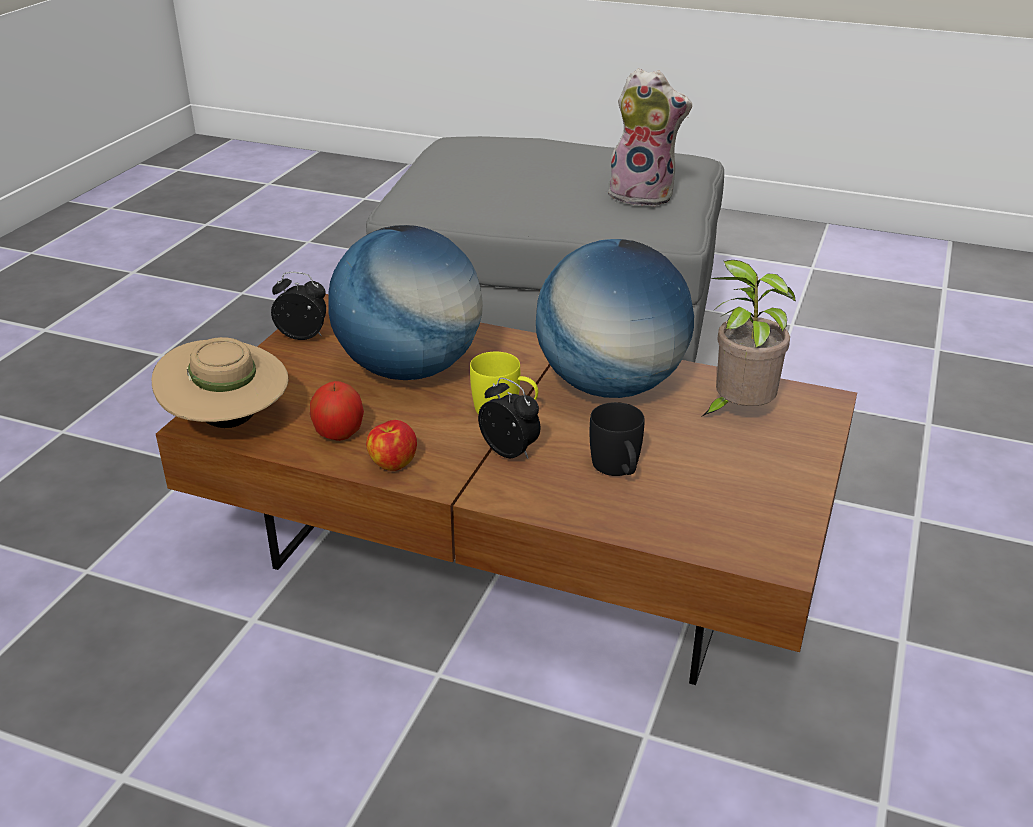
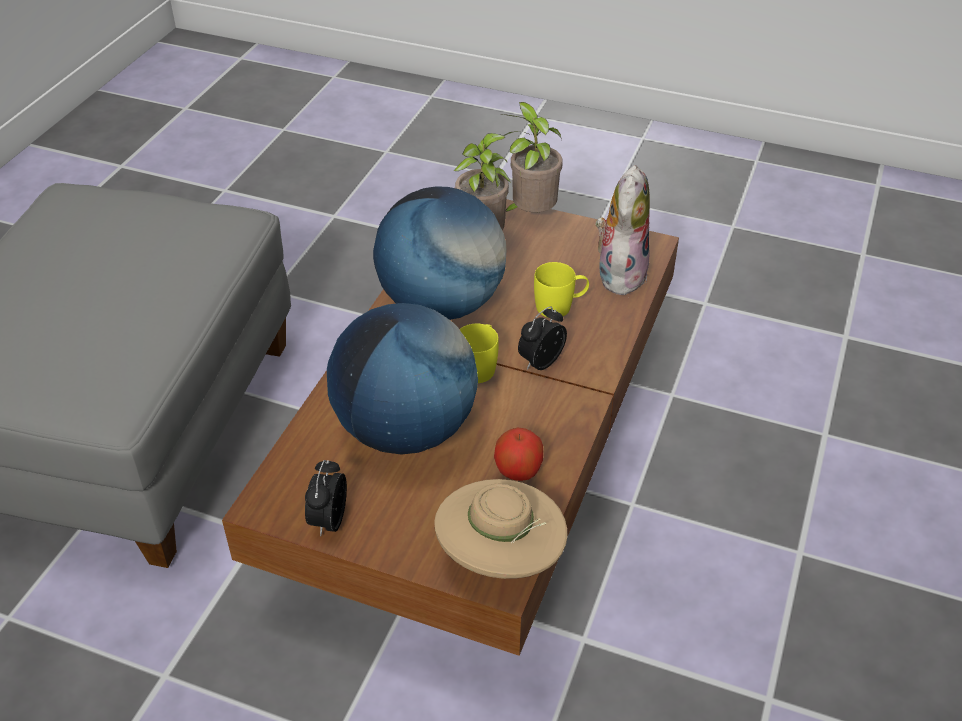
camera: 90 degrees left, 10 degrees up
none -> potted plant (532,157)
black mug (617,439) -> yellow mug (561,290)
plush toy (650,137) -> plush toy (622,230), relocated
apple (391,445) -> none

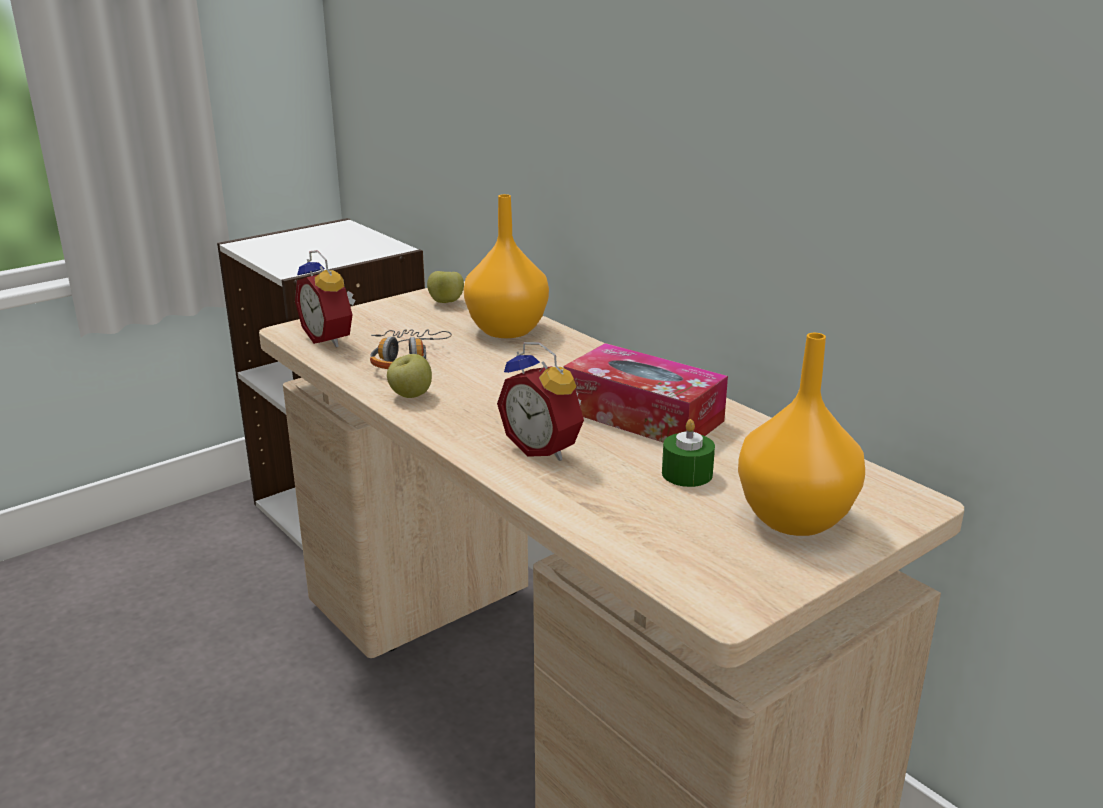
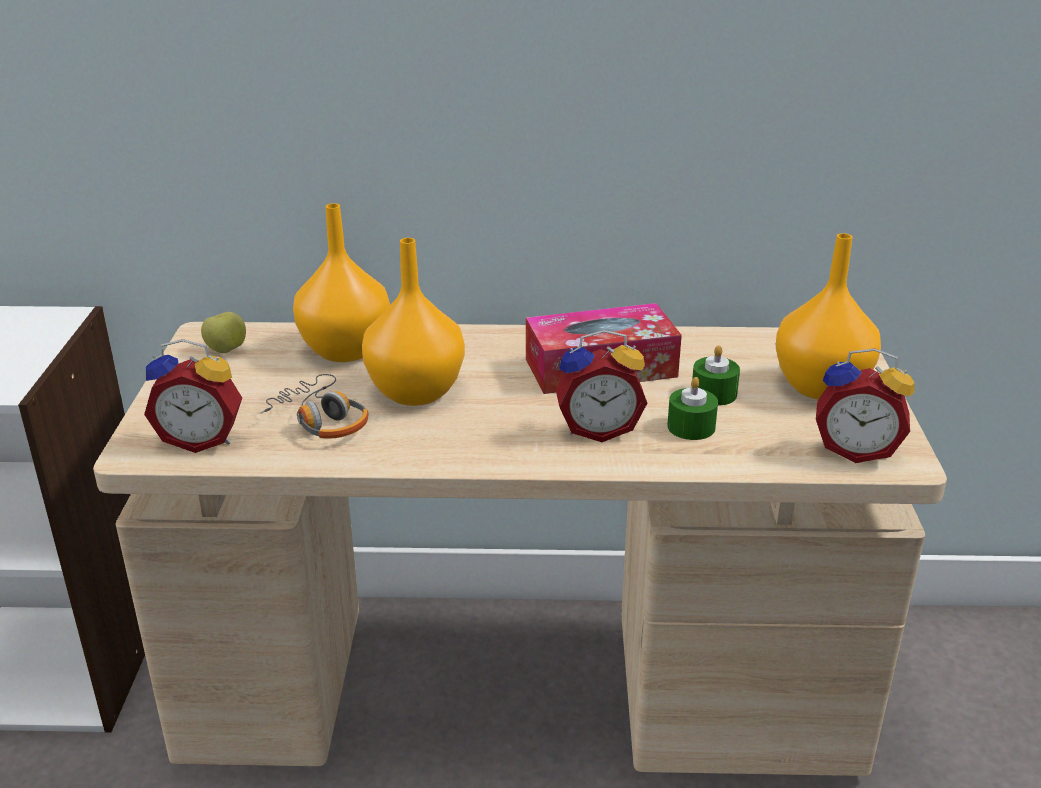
camera: 50 degrees left, 5 degrees up
none -> orange vase (413,322)
none -> green candle (692,408)
none -> alarm clock (865,405)
apple (409,376) -> none

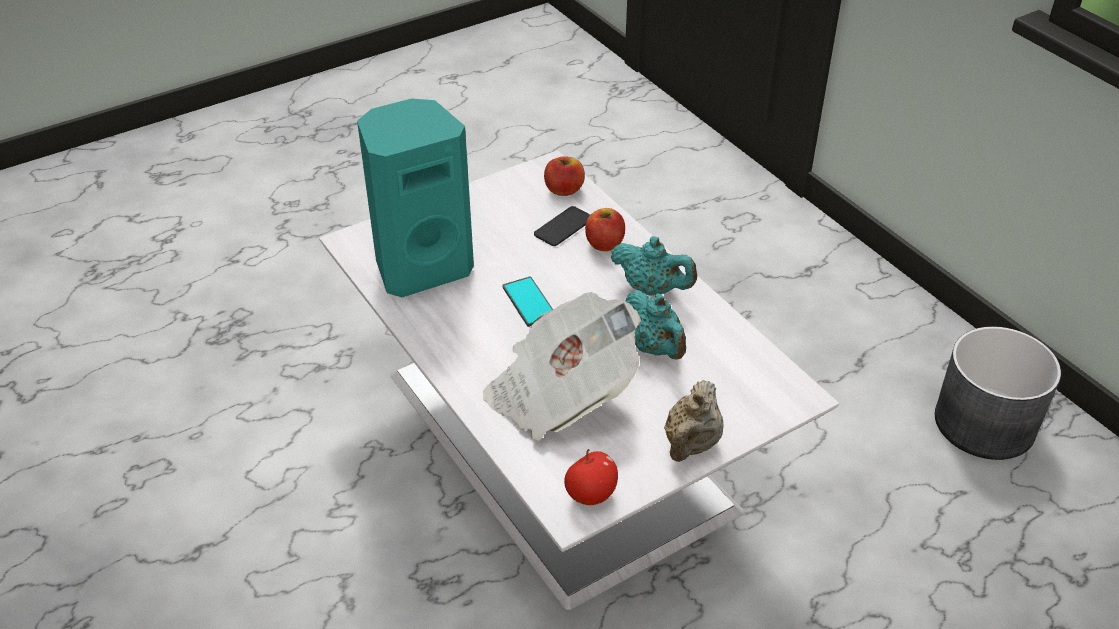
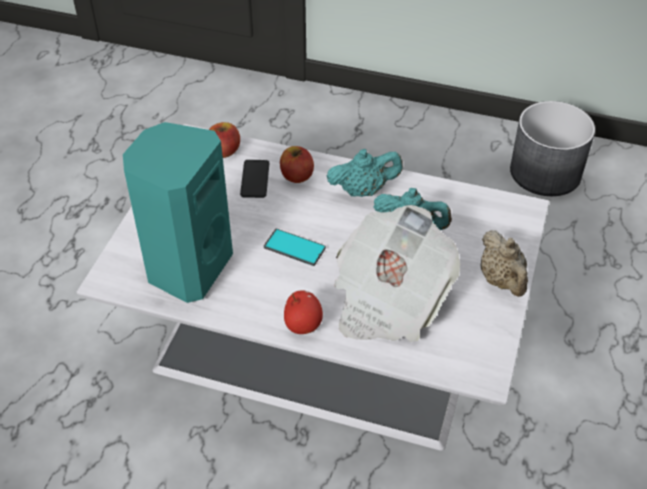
camera: 40 degrees left, 5 degrees up
apple (591,477) -> apple (303,312), relocated

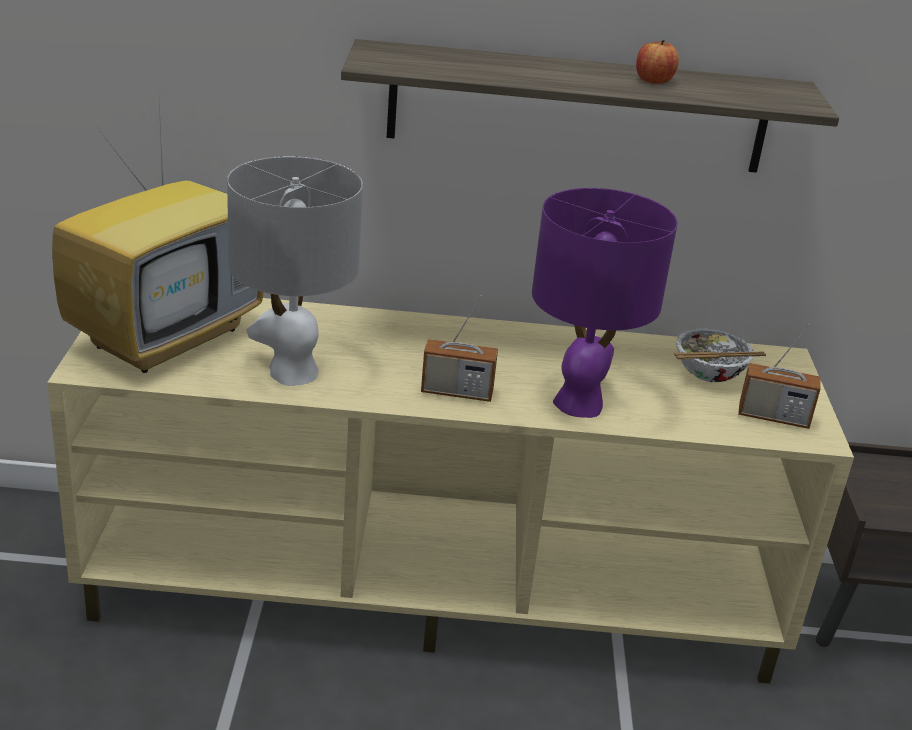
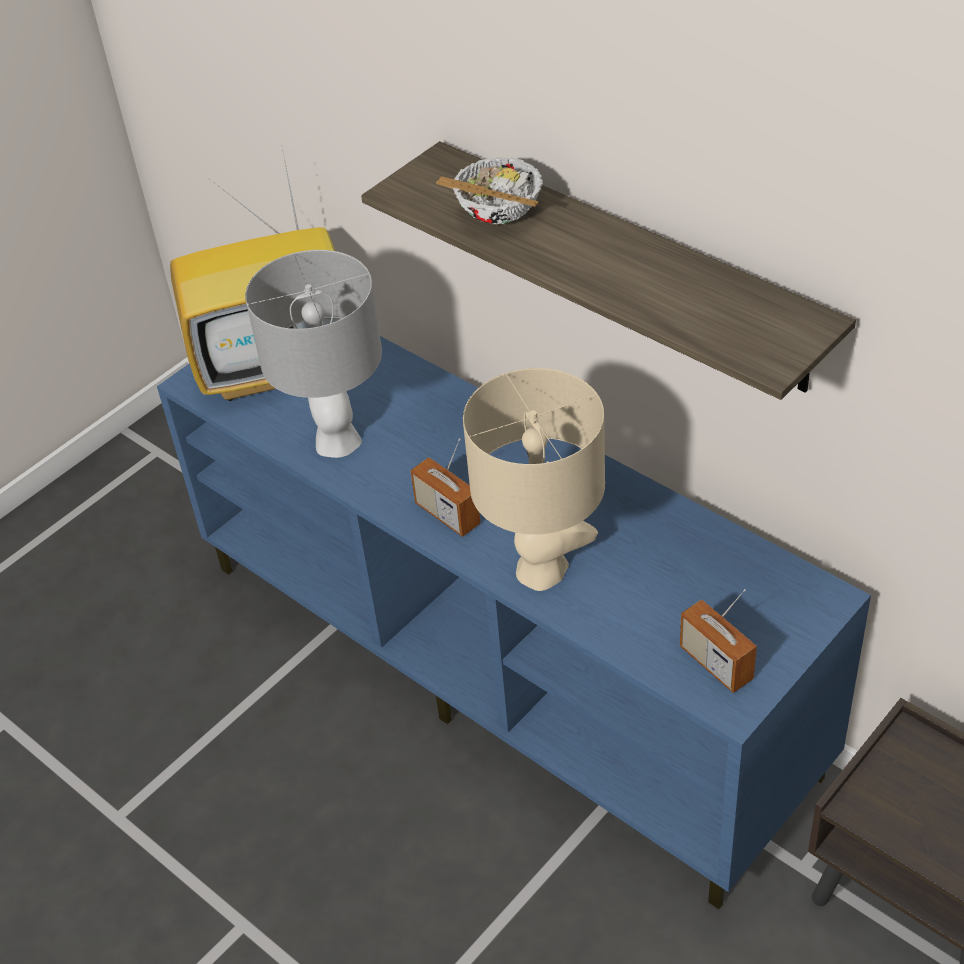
camera: 45 degrees right, 15 degrees up
beige tv stand (450,491) -> blue tv stand (514,622)
bowl (720,355) -> bowl (489,190), relocated
purple table lamp (605,303) -> beige table lamp (534,479)
apple (657,62) -> none

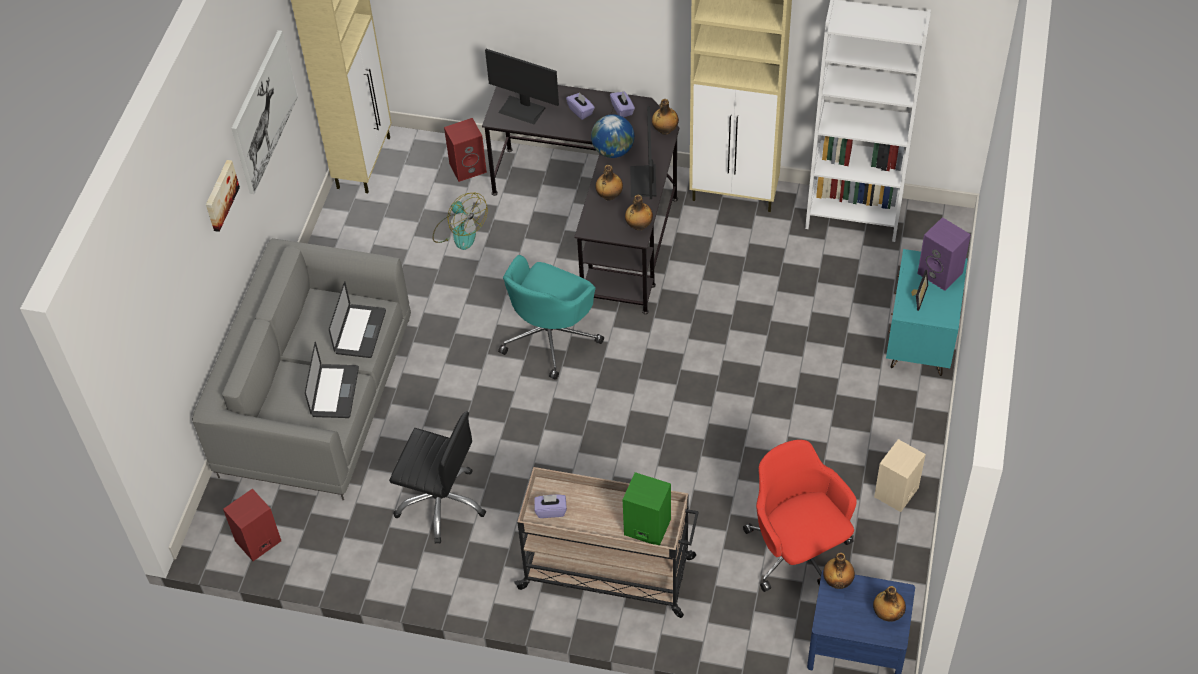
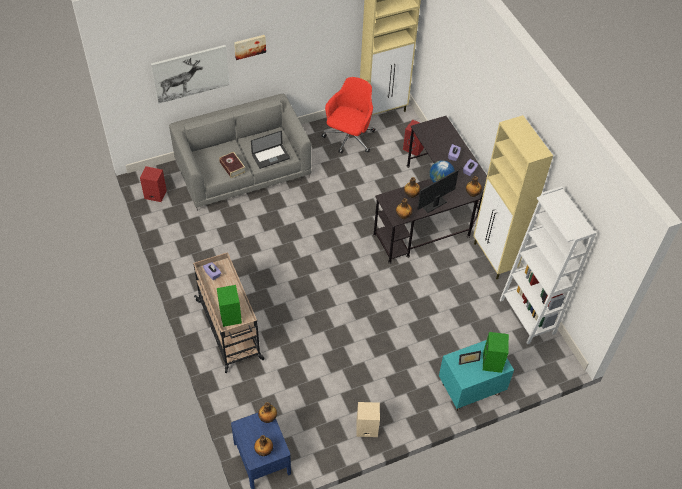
camera: 50 degrees right, 0 degrees up
picture (264,112) -> picture (190,74), relocated
laptop (332,380) -> book (232,165)
red office chair (800,516) -> red office chair (348,115), relocated
purple speaker (944,254) -> green speaker (496,352)
black office chair (437,478) -> none
fan (460,221) -> none
monitor (522,86) -> none
turquoise office chair (551,317) -> none

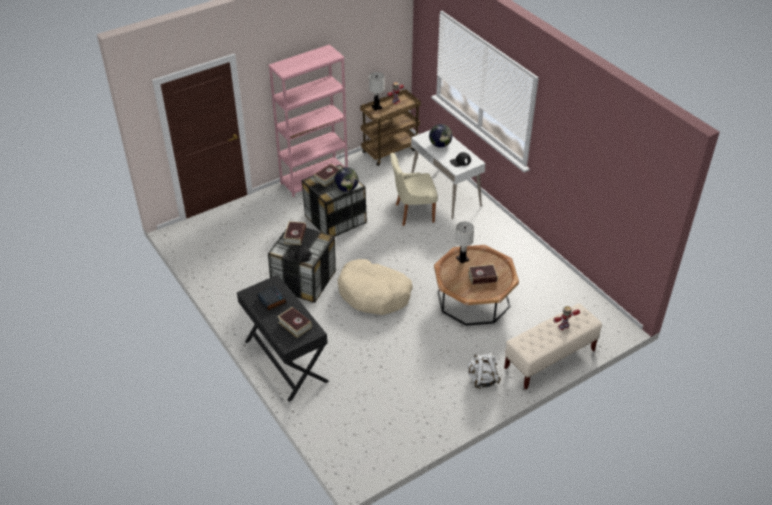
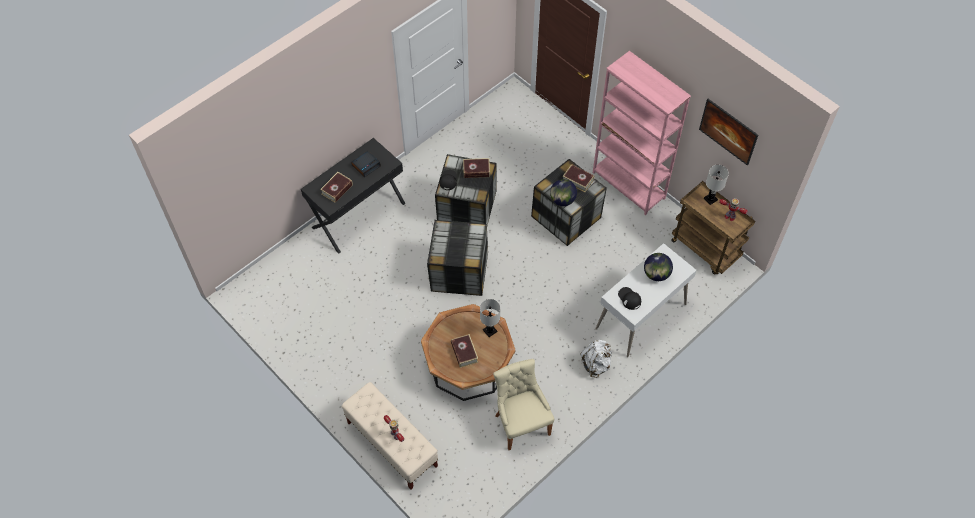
camera: 80 degrees right, 15 degrees up
beige dog bed (375,287) -> storage box (457,258)
beige chair (414,189) -> beige chair (523,404), relocated
white backpack (484,371) -> white backpack (596,359), relocated
none -> picture (728,132)

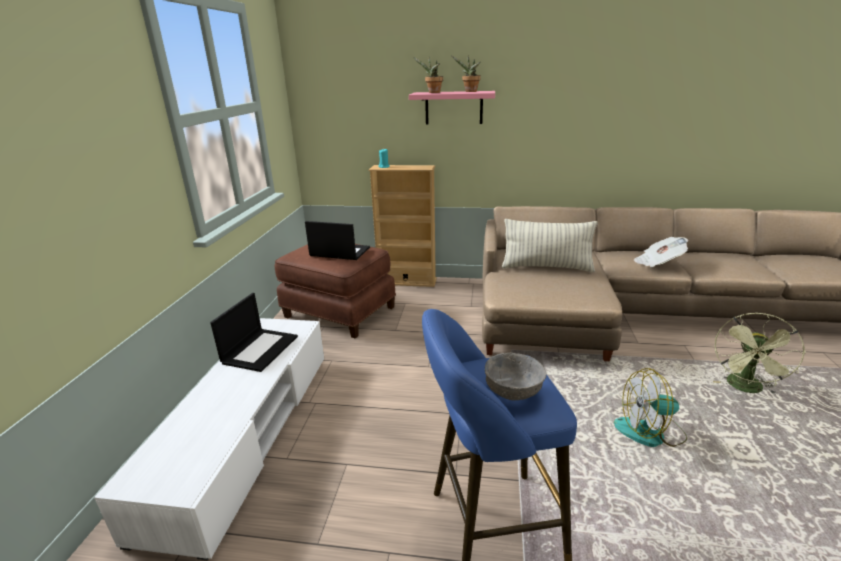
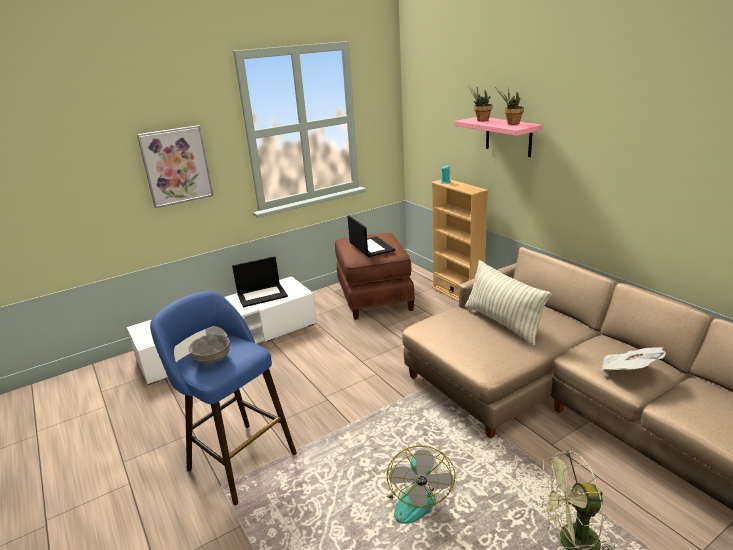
camera: 50 degrees right, 0 degrees up
none -> picture (175,166)
fan (650,407) -> fan (419,484), 135 degrees counterclockwise

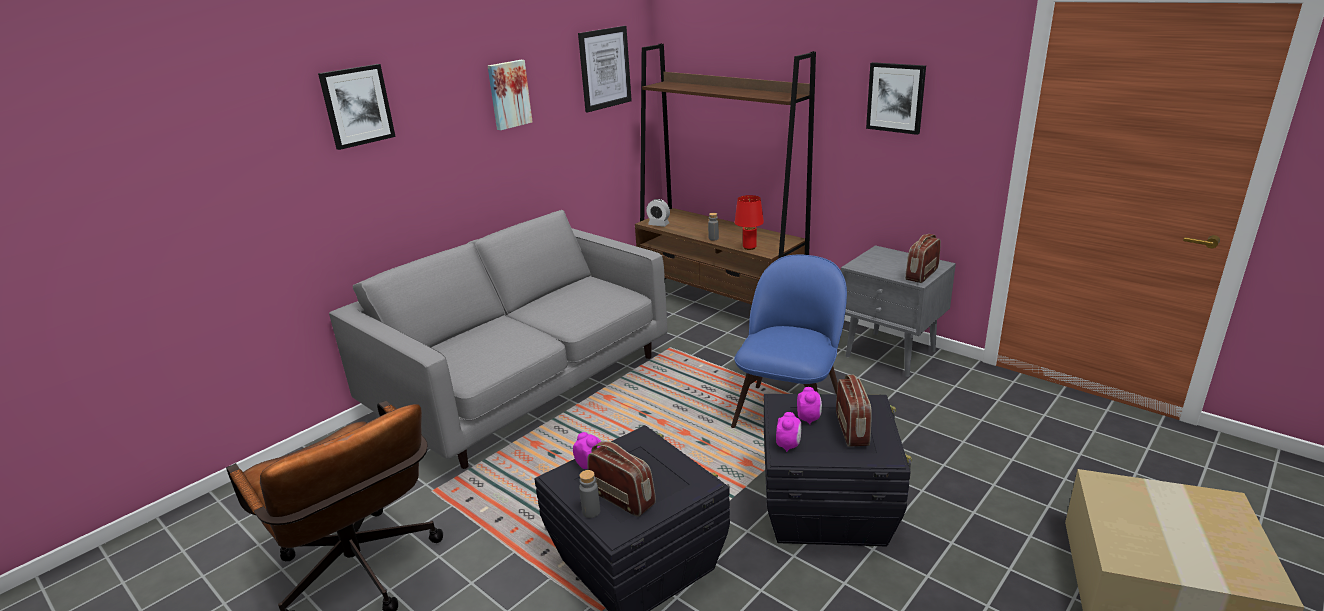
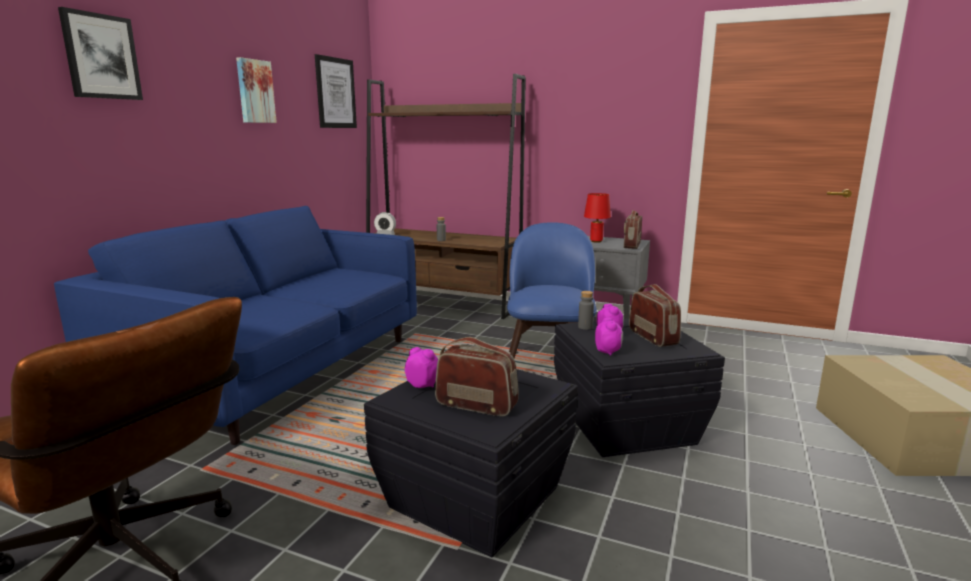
camera: 20 degrees left, 10 degrees down
grey sofa (498,339) -> blue sofa (235,325)
grey bottle (589,494) -> grey bottle (586,310), relocated
red table lamp (749,222) -> red table lamp (597,218), relocated
picture (896,98) -> none

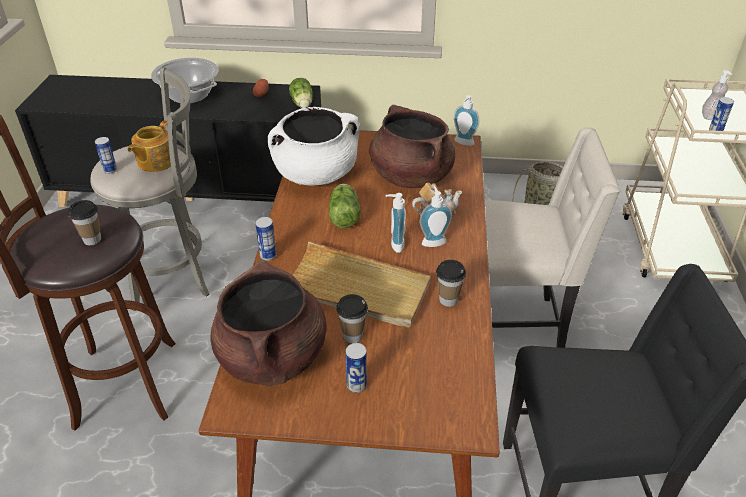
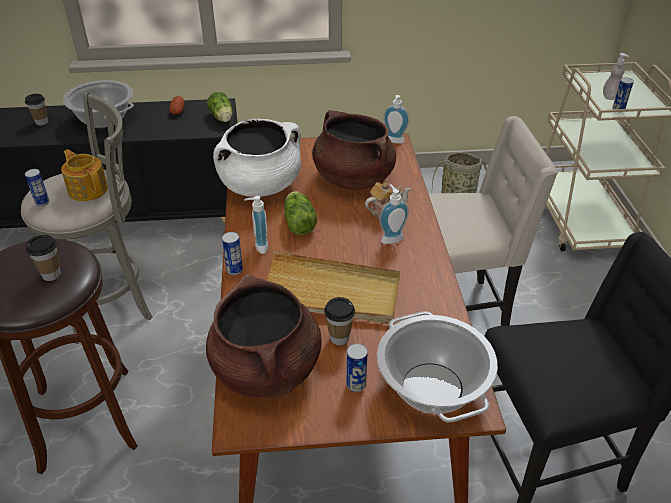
camera: 10 degrees left, 0 degrees up
cup (451,283) -> cup (36,110), relocated
teapot (149,146) -> teapot (84,175), 120 degrees clockwise
soap dispenser (396,223) -> soap dispenser (256,225), relocated
none -> cooking pot (437,367)

